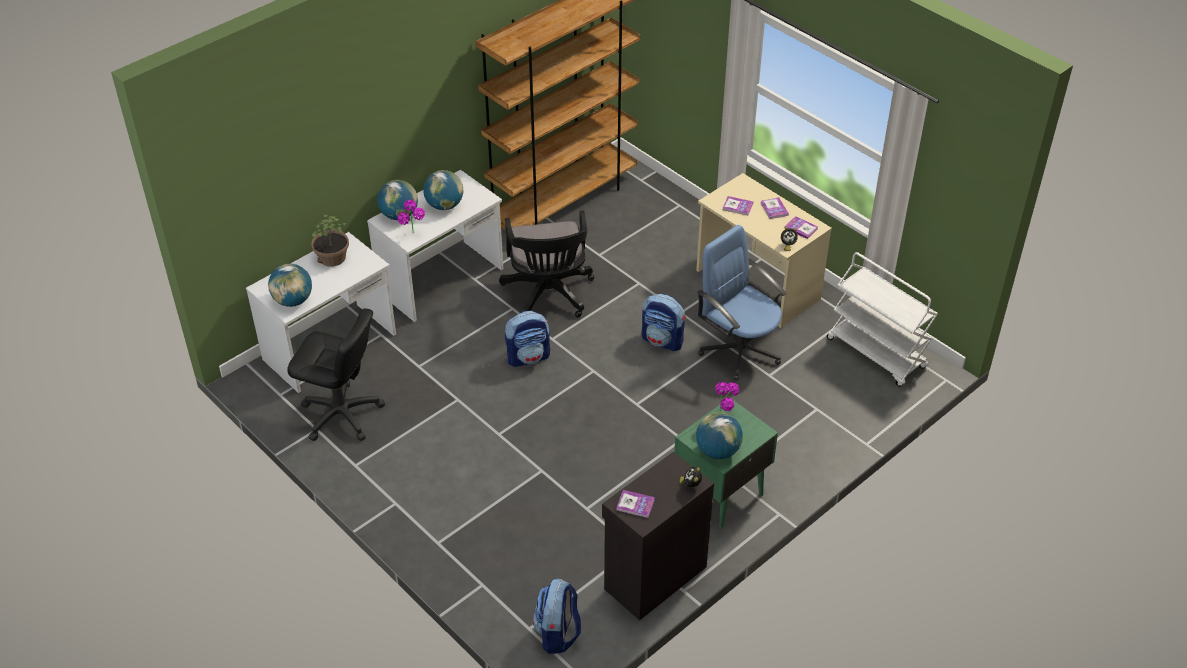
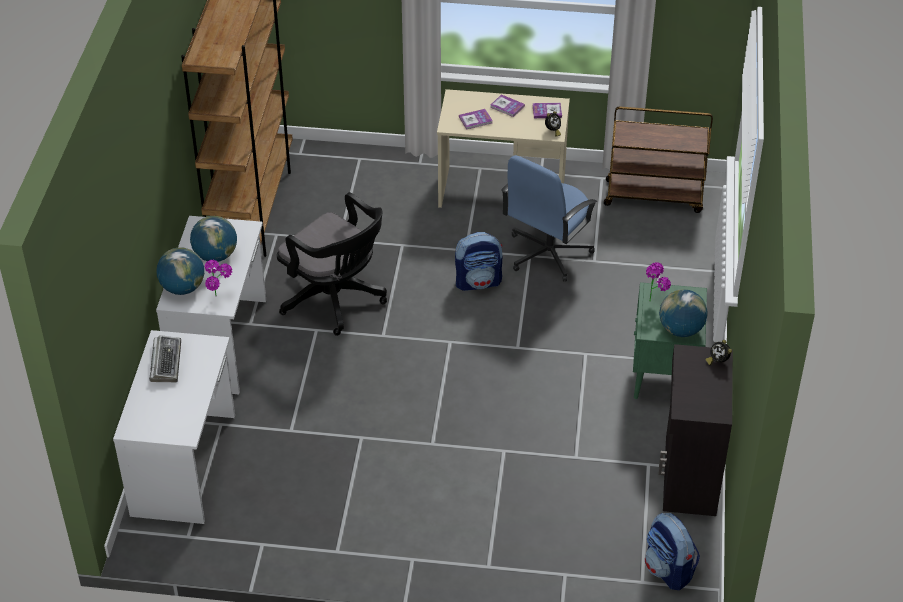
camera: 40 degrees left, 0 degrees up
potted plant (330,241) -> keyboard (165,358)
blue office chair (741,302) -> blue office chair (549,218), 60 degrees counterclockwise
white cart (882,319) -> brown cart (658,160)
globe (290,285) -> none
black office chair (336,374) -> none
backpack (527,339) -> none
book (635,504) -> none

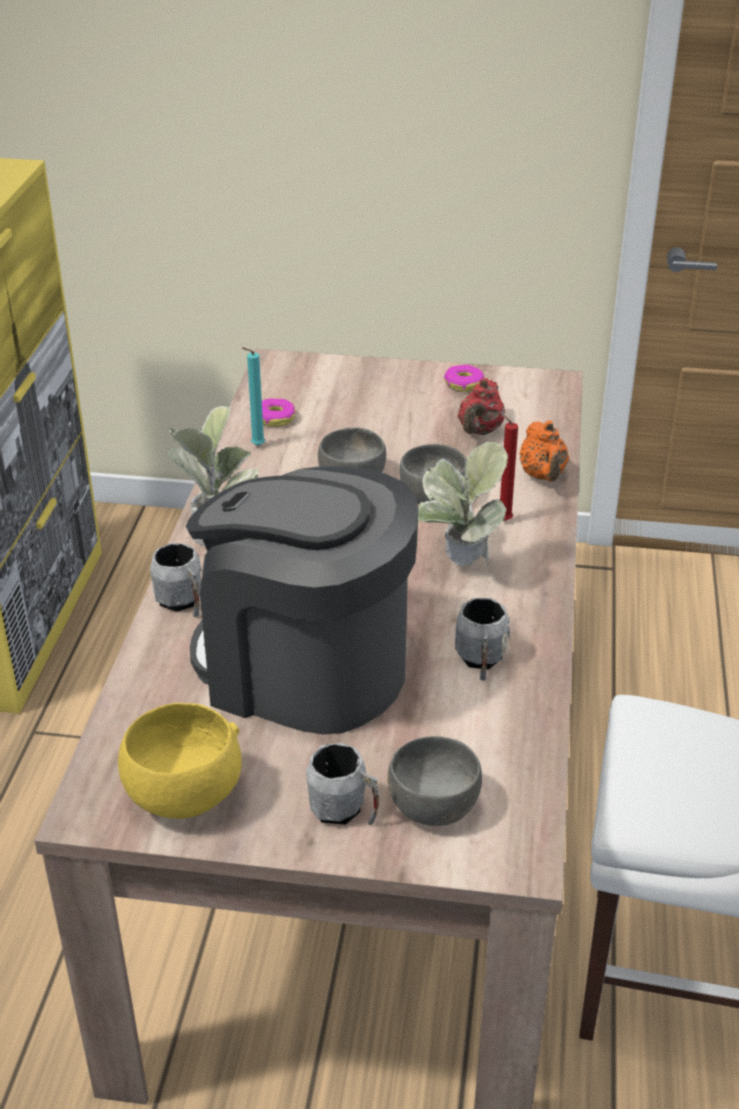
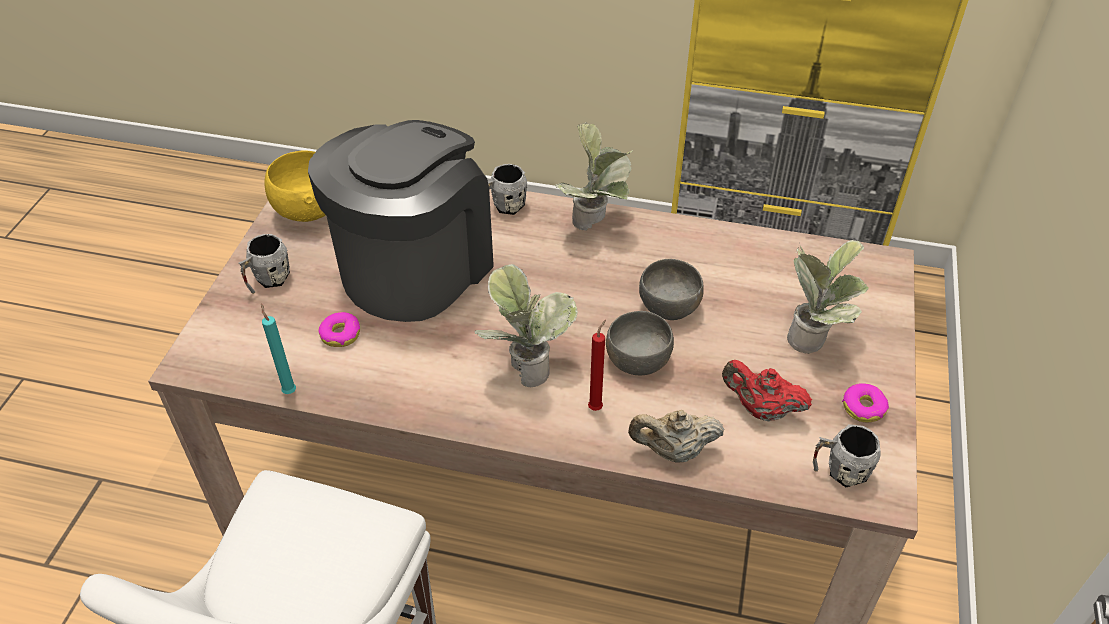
camera: 95 degrees right, 10 degrees up
turquoise candle (253,396) -> turquoise candle (278,348), relocated
donut (278,412) -> donut (339,329), relocated
orange teapot (544,451) -> beige teapot (676,436)
none -> potted plant (828,297)
grey mug (482,639) -> grey mug (847,456), relocated
grey bowl (435,781) -> none

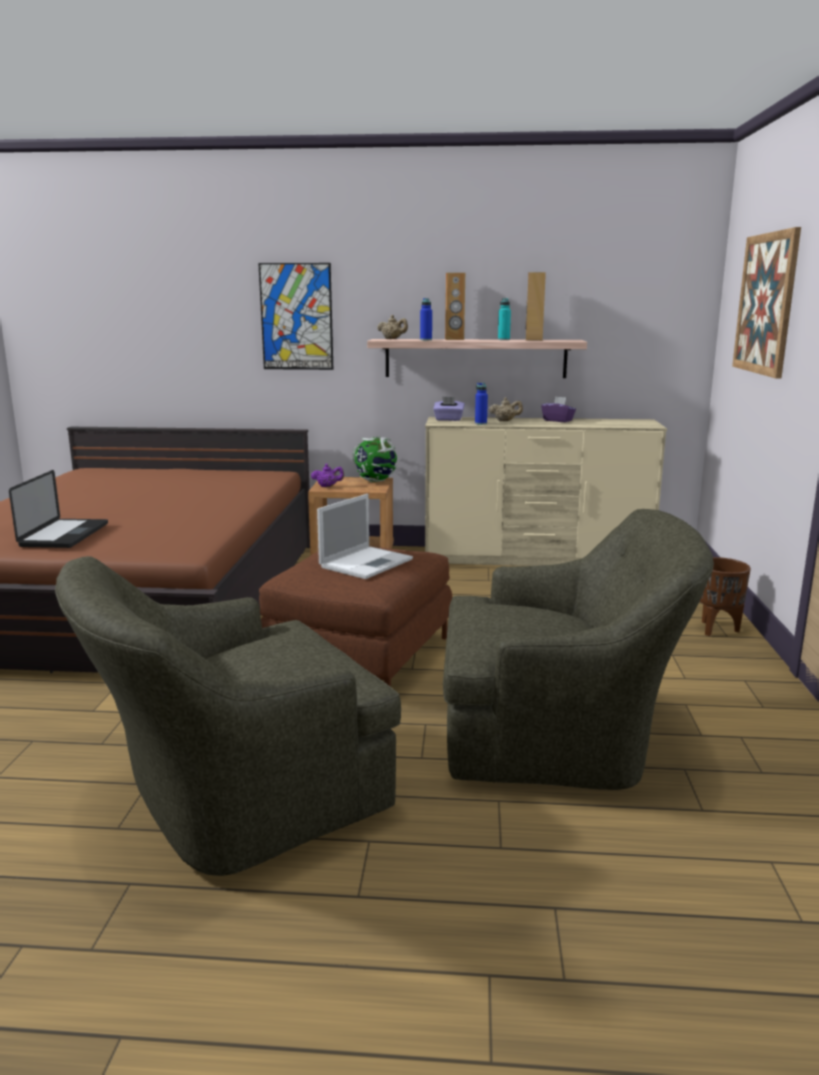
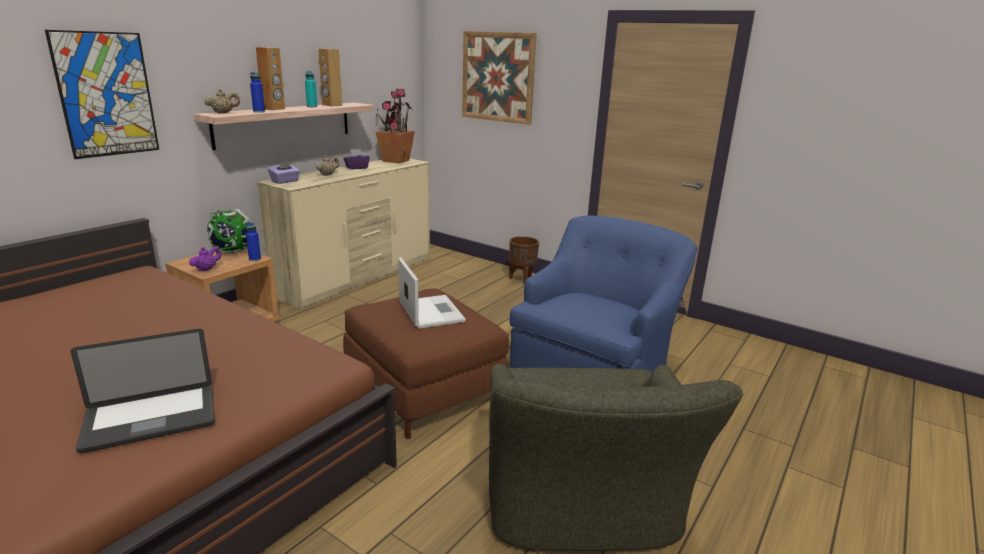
camera: 60 degrees left, 5 degrees up
laptop (58,509) -> laptop (142,391), 120 degrees clockwise
blue bottle (481,404) -> blue bottle (253,242), relocated
none -> potted plant (395,126)
green armchair (578,649) -> blue armchair (603,294)

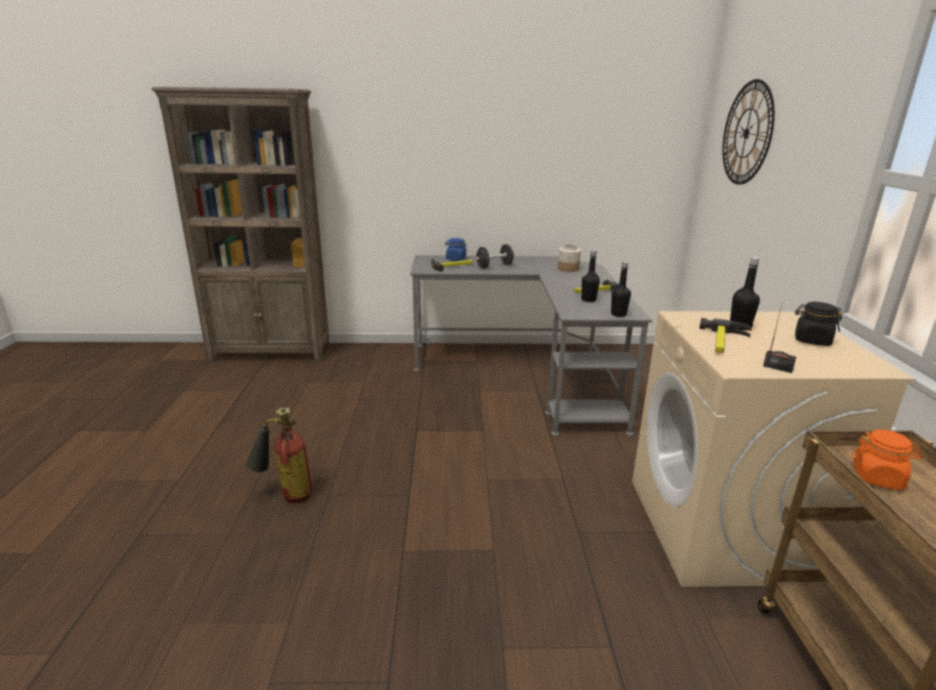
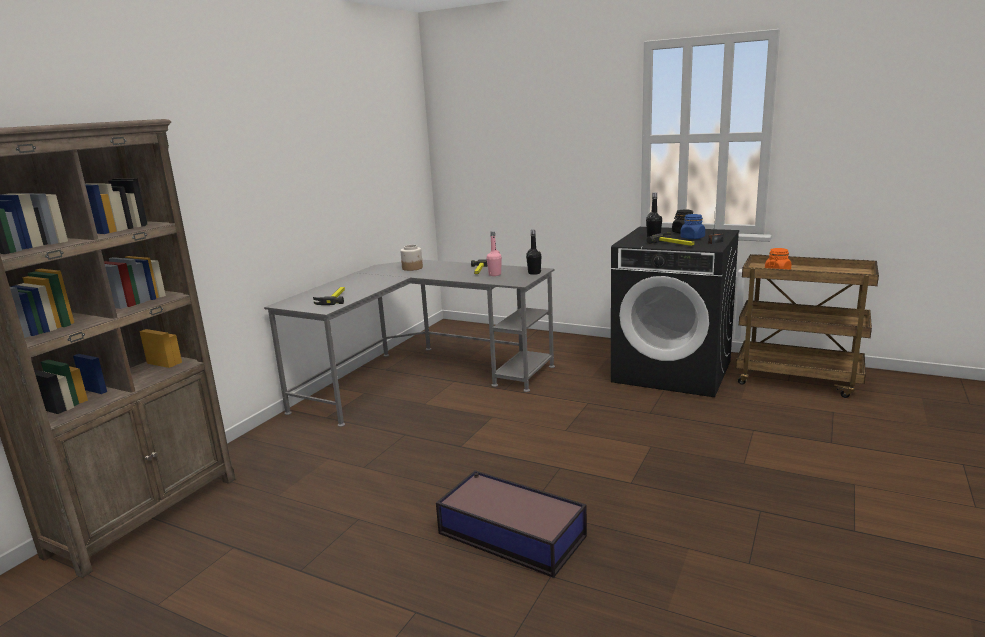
camera: 60 degrees left, 5 degrees down
fire extinguisher (279,455) -> storage box (511,524)
black bottle (590,276) -> pink bottle (494,253)
beige washing machine (774,449) -> black washing machine (675,312)
blue jar (456,249) -> blue jar (692,226), relocated
black dumbbell (494,256) -> none
wall clock (748,132) -> none

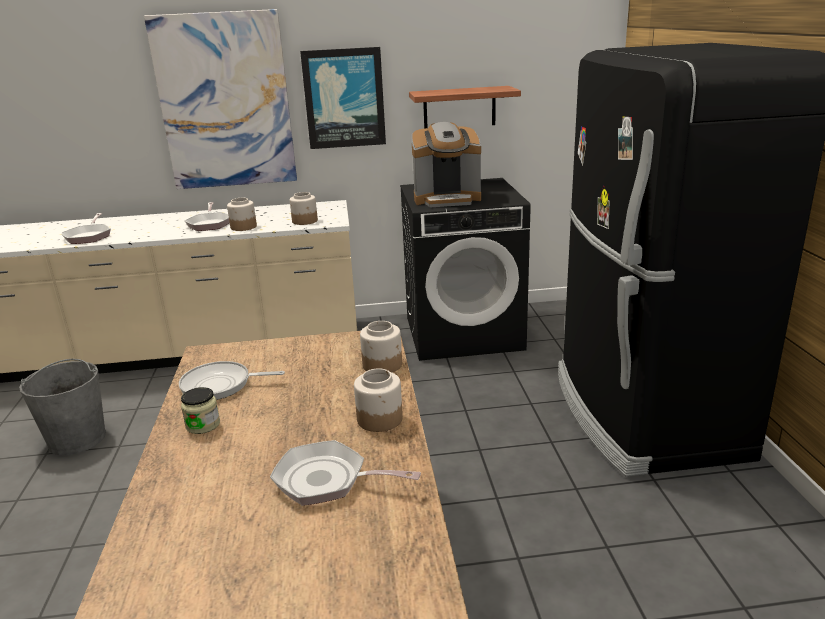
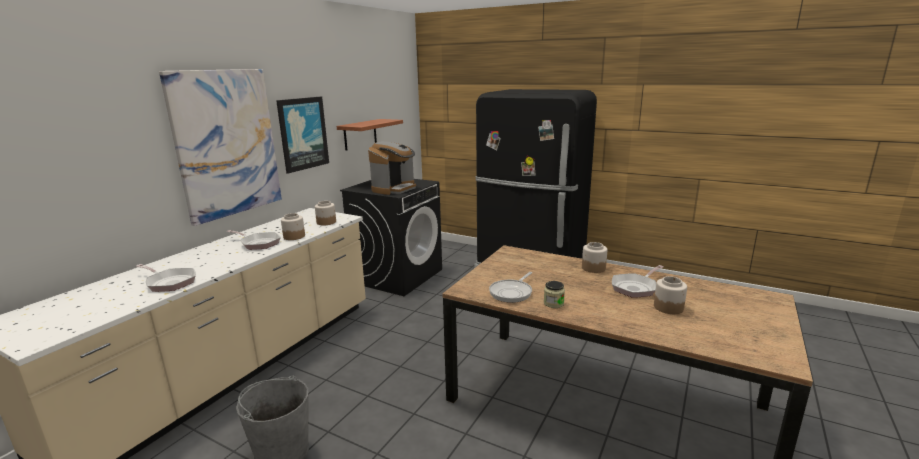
camera: 55 degrees left, 5 degrees down
jar (381,347) -> jar (670,295), relocated

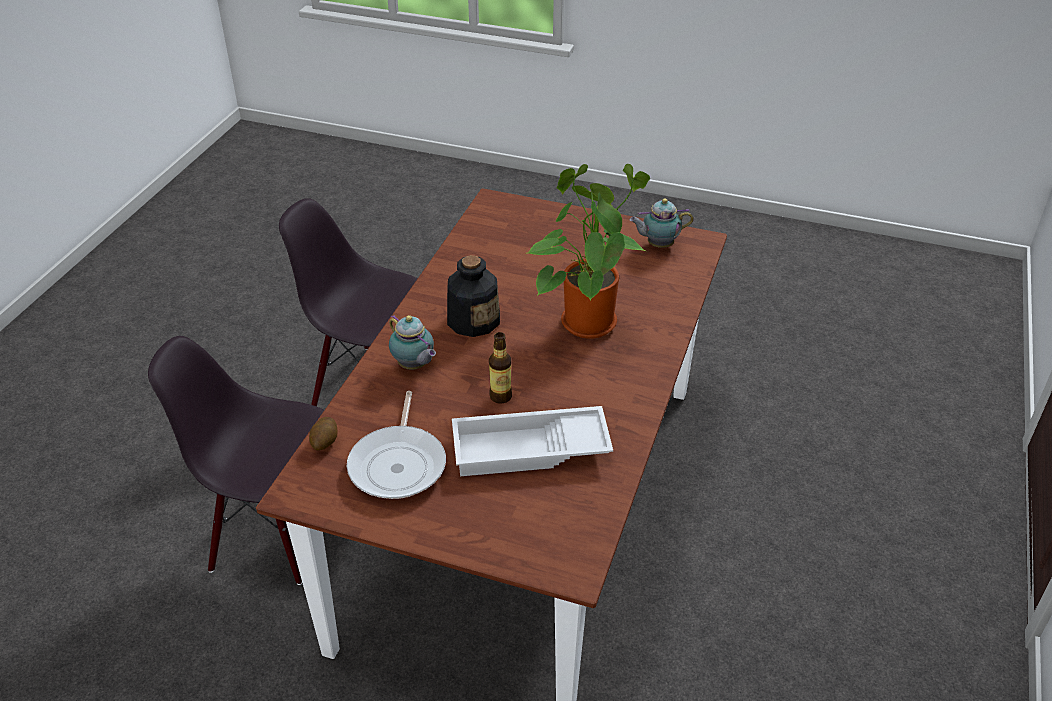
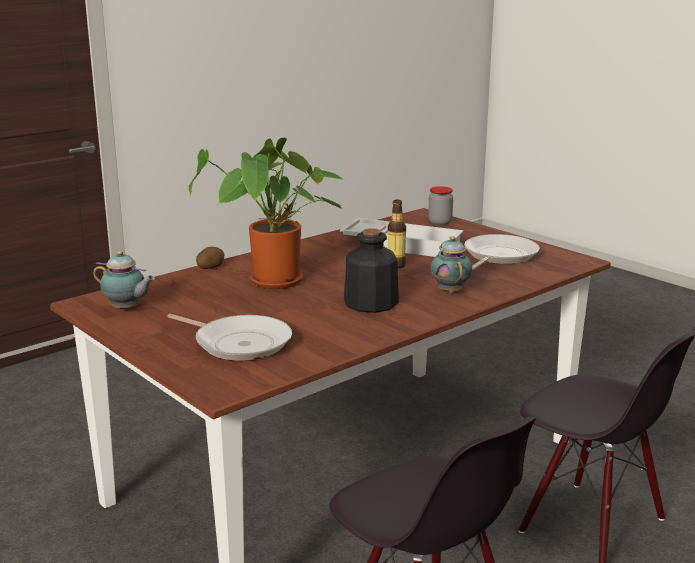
camera: 150 degrees left, 20 degrees down
none -> frying pan (229,337)
potato (323,434) -> potato (210,258), relocated
none -> jar (440,205)

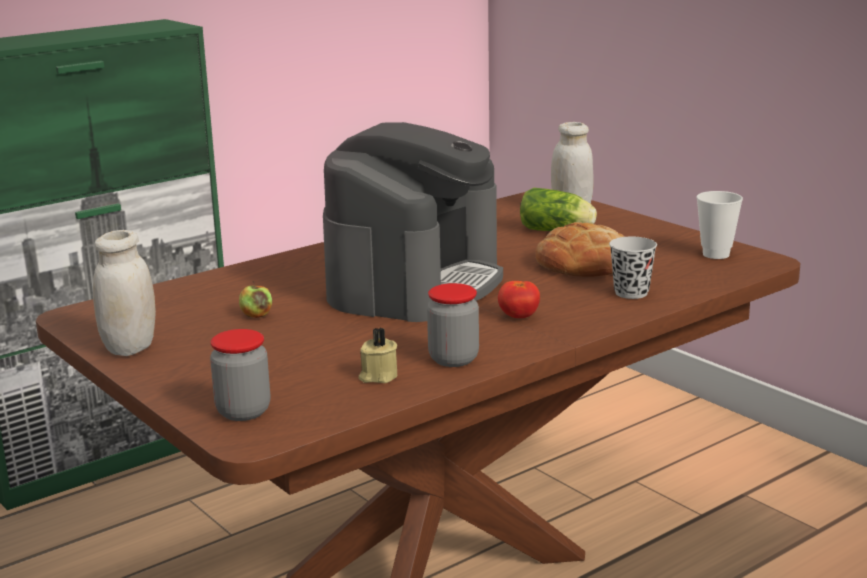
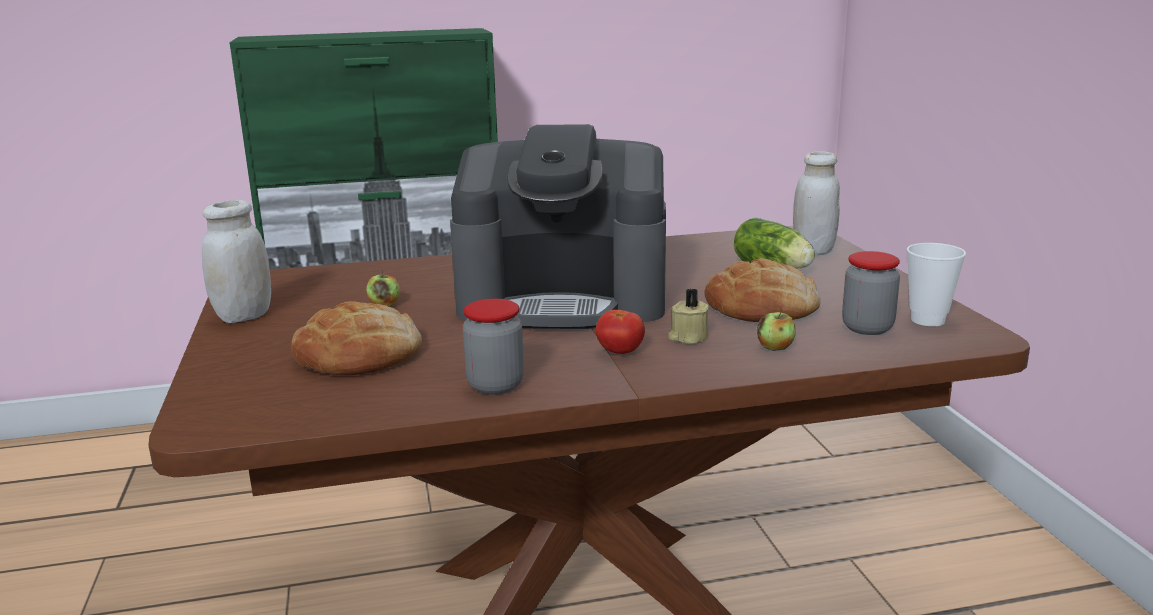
camera: 25 degrees right, 0 degrees up
none -> bread (356,338)
coffee machine (413,222) -> coffee machine (558,226), 45 degrees clockwise
beige candle (378,355) -> beige candle (688,316), relocated
black cup (633,268) -> apple (776,330)
jar (240,375) -> jar (871,293), relocated

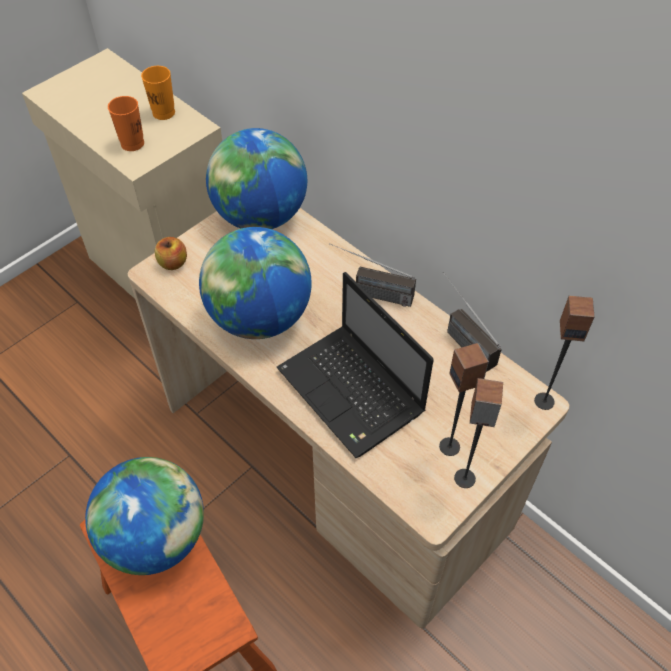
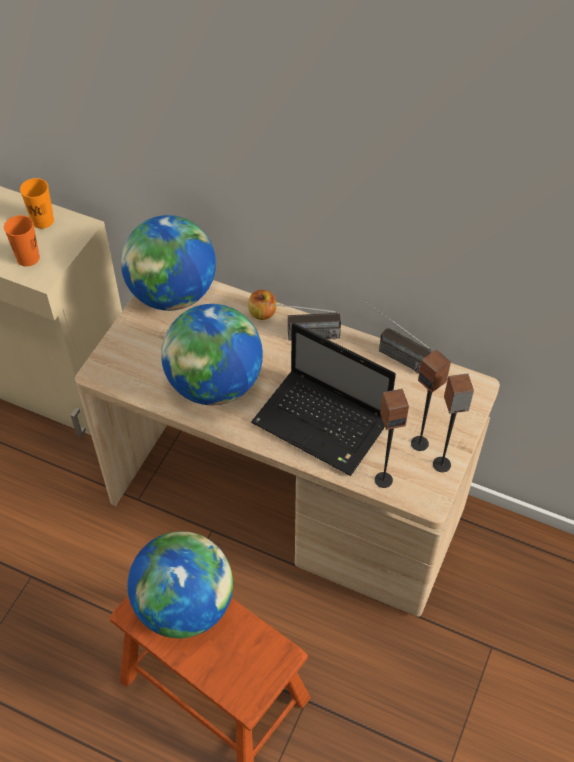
camera: 20 degrees left, 0 degrees up
apple (171,253) -> apple (262,305), relocated
speaker (564,352) -> speaker (392,438), relocated

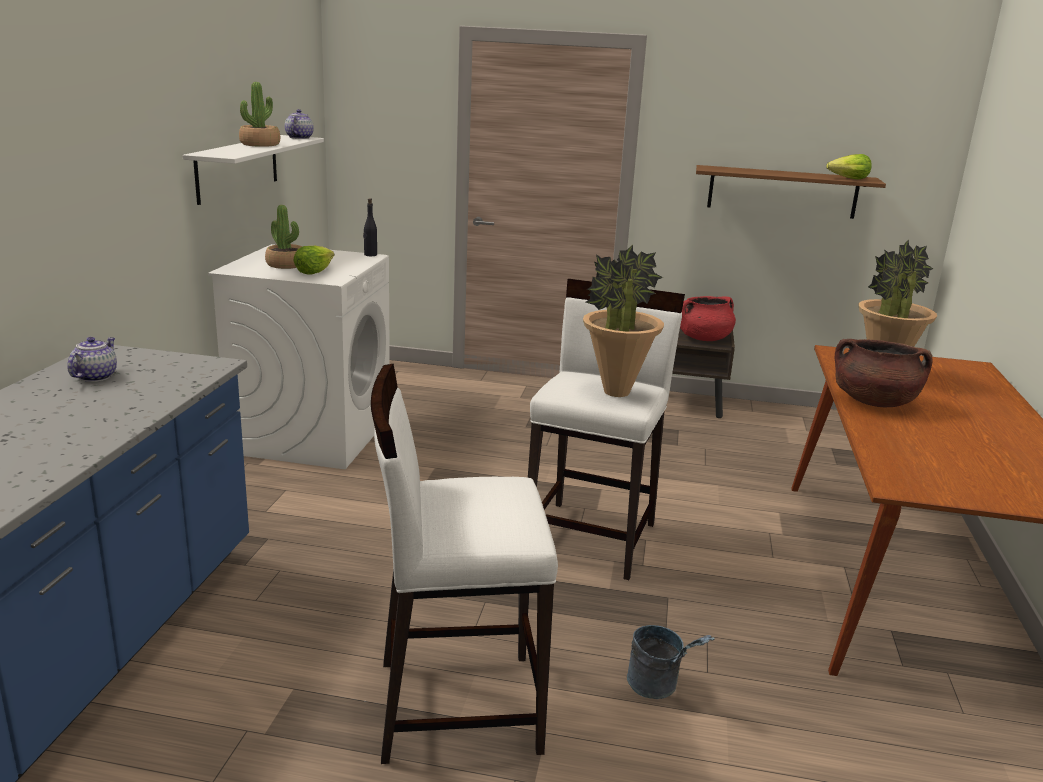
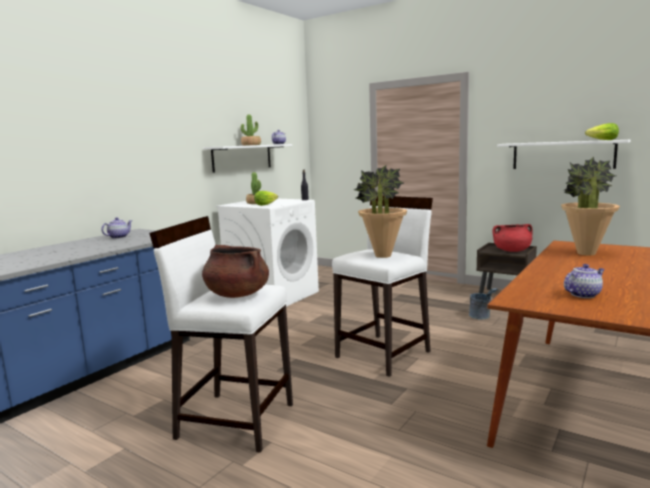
camera: 25 degrees right, 10 degrees down
brown cooking pot (883,373) -> brown cooking pot (235,271), relocated
grey bucket (671,662) -> grey bucket (484,304), relocated
brown shelf (791,192) -> white shelf (563,154)
none -> teapot (584,281)

